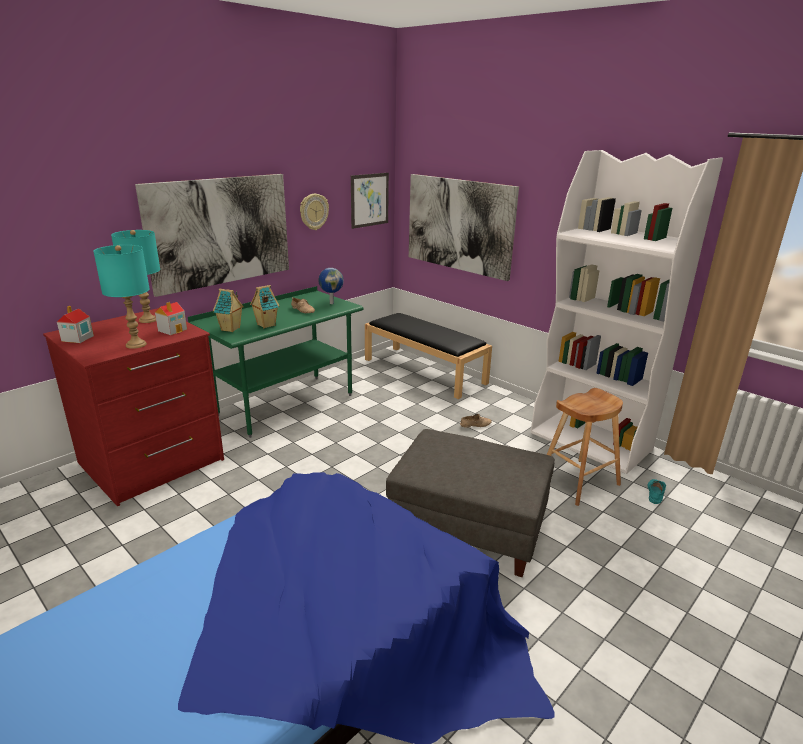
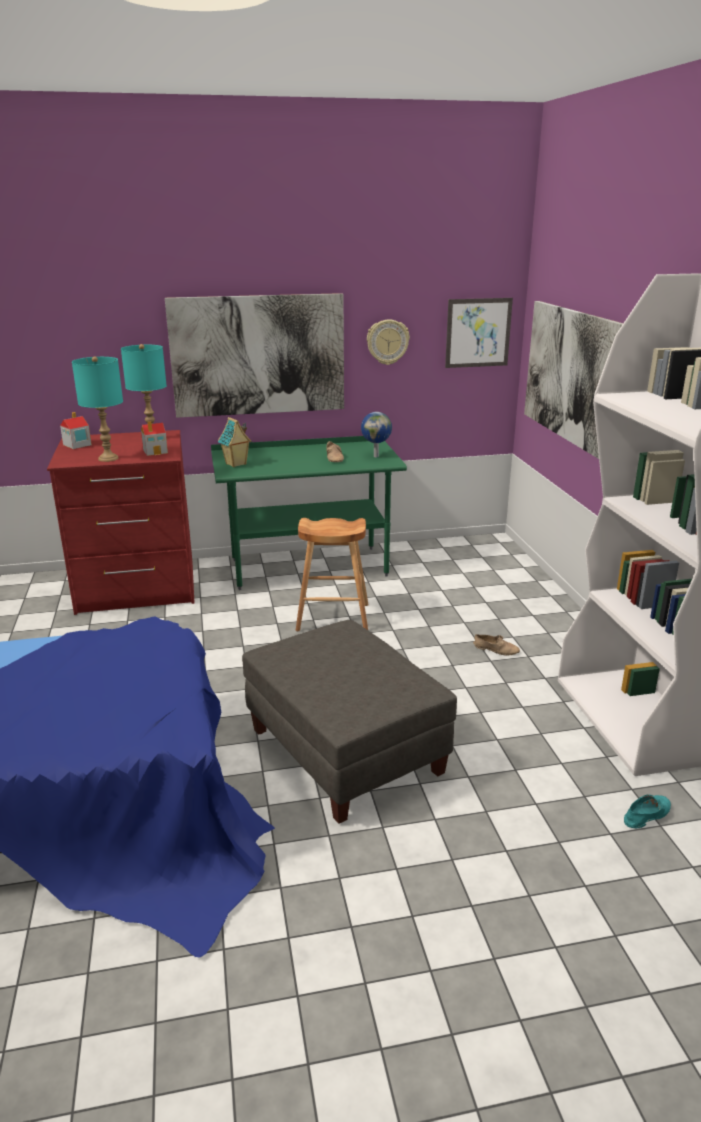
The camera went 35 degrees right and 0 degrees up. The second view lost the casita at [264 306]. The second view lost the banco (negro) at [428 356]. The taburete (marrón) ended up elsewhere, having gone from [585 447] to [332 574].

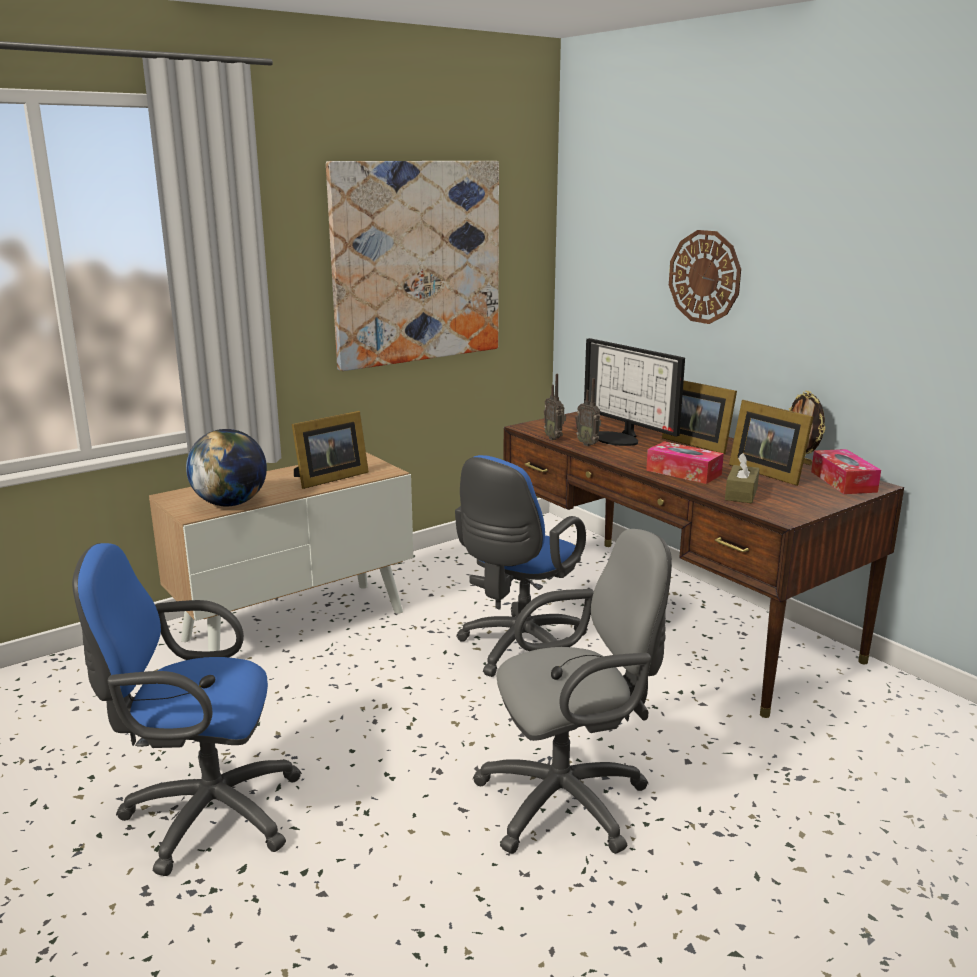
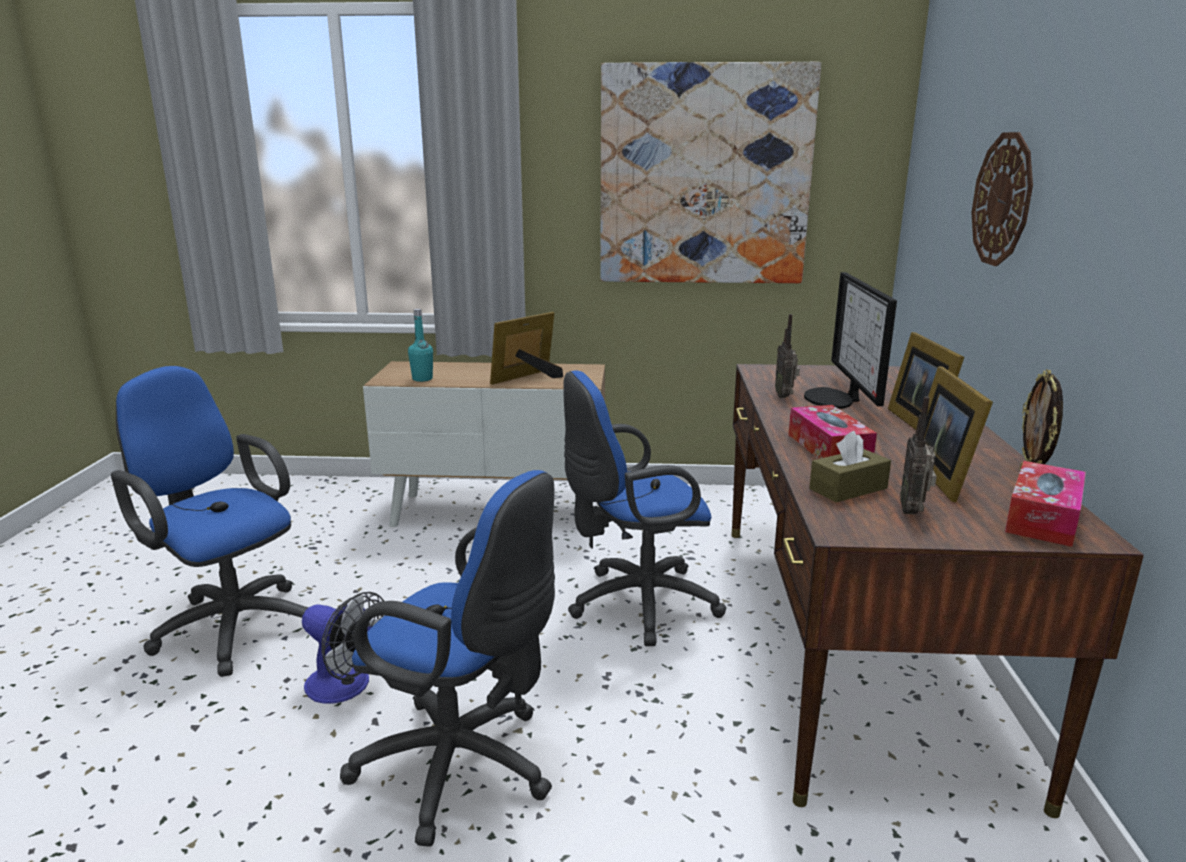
The camera went 40 degrees right and 0 degrees up. Where the globo terráqueo stood at [226 467], the botella (turquesa) came to stand at [420 345]. The portarretratos at [330 450] ended up facing another way, 135 degrees clockwise from before. What was the silla de oficina (gris) at [572 691] turned into the silla de oficina (azul) at [447 658]. The radio ended up elsewhere, having gone from [555 407] to [919 455]. The second view gained the ventilador at [343 648].

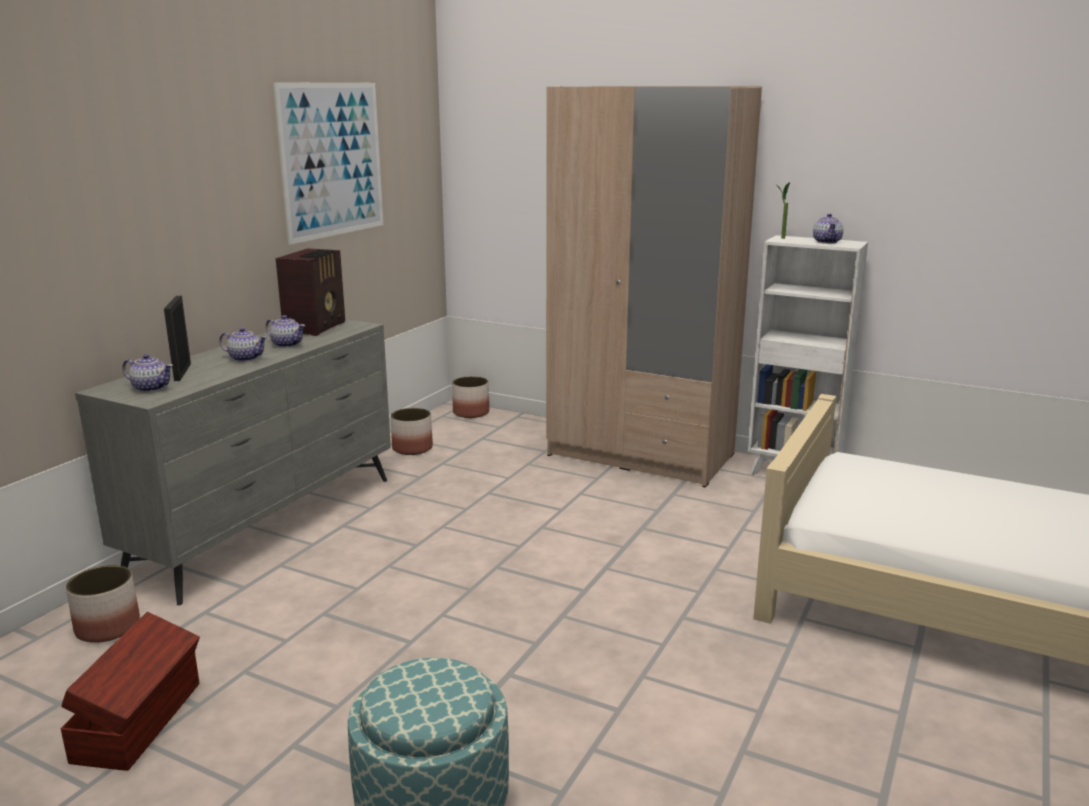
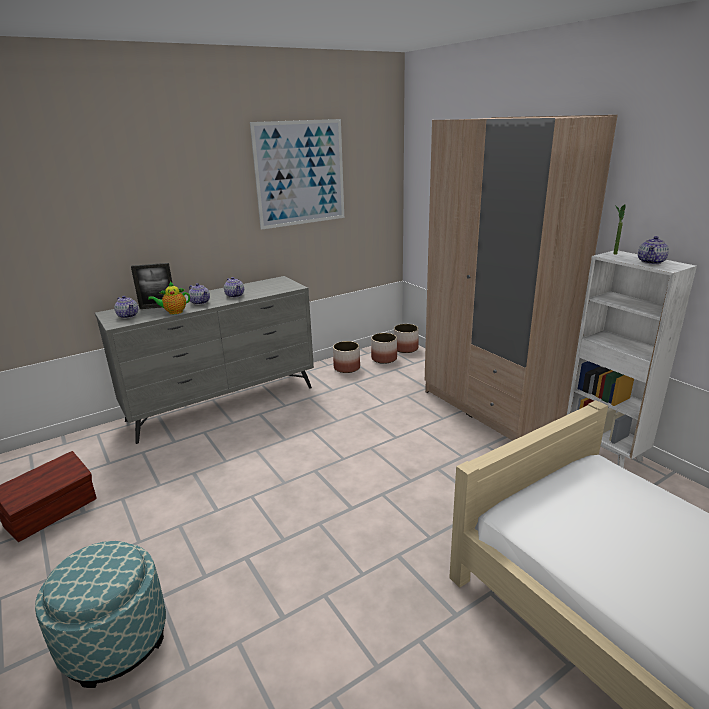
The camera went 30 degrees right and 5 degrees up. The maceta ended up elsewhere, having gone from [103 604] to [384 348]. The portarretratos at [177 338] ended up facing another way, 120 degrees counterclockwise from before. The second view lost the radio at [310 292]. The second view gained the tetera at [169 298].

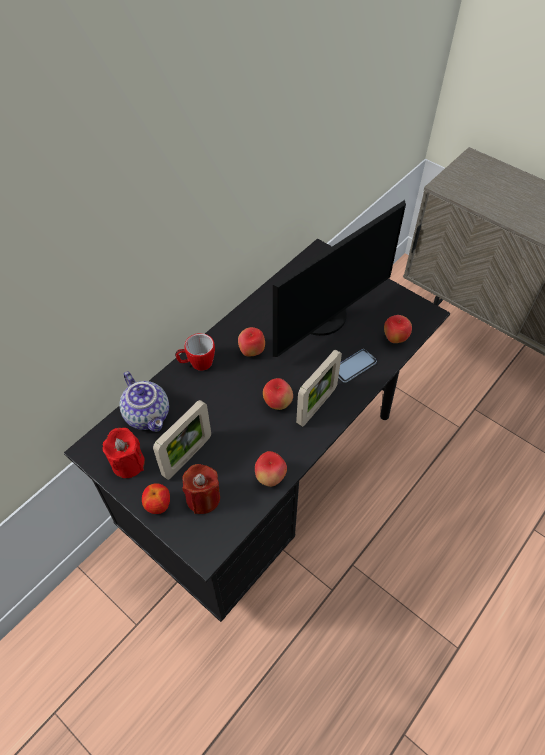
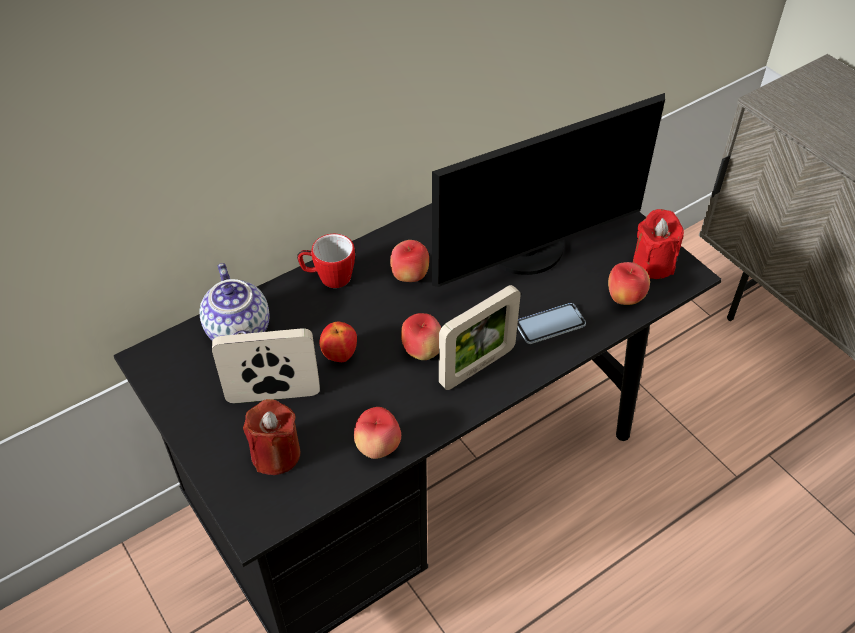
The camera went 15 degrees right and 5 degrees down. The vela (rojo) ended up elsewhere, having gone from [124 453] to [658 244]. The manzana ended up elsewhere, having gone from [156 498] to [338 342]. The portarretratos at [182 440] ended up facing another way, 150 degrees counterclockwise from before.

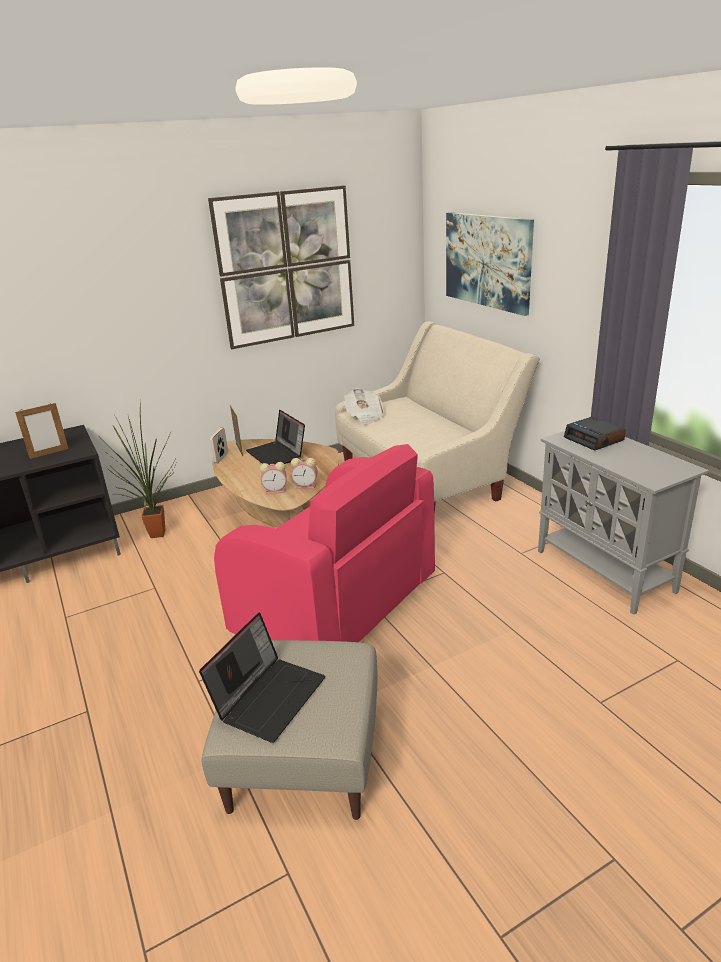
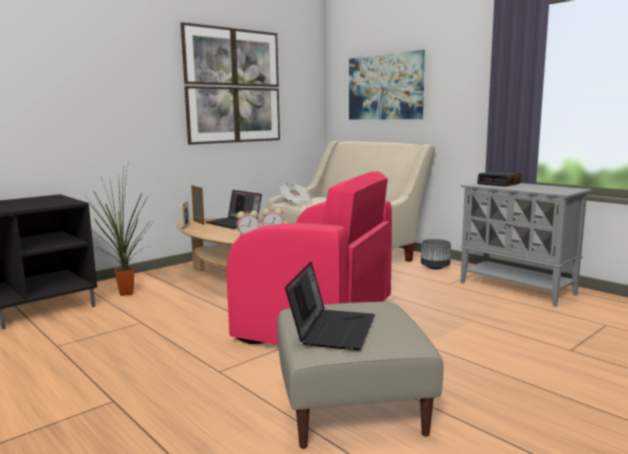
The camera went 15 degrees left and 15 degrees down. The second view lost the portarretratos at [42 430]. The second view gained the maceta (gris) at [436 254].

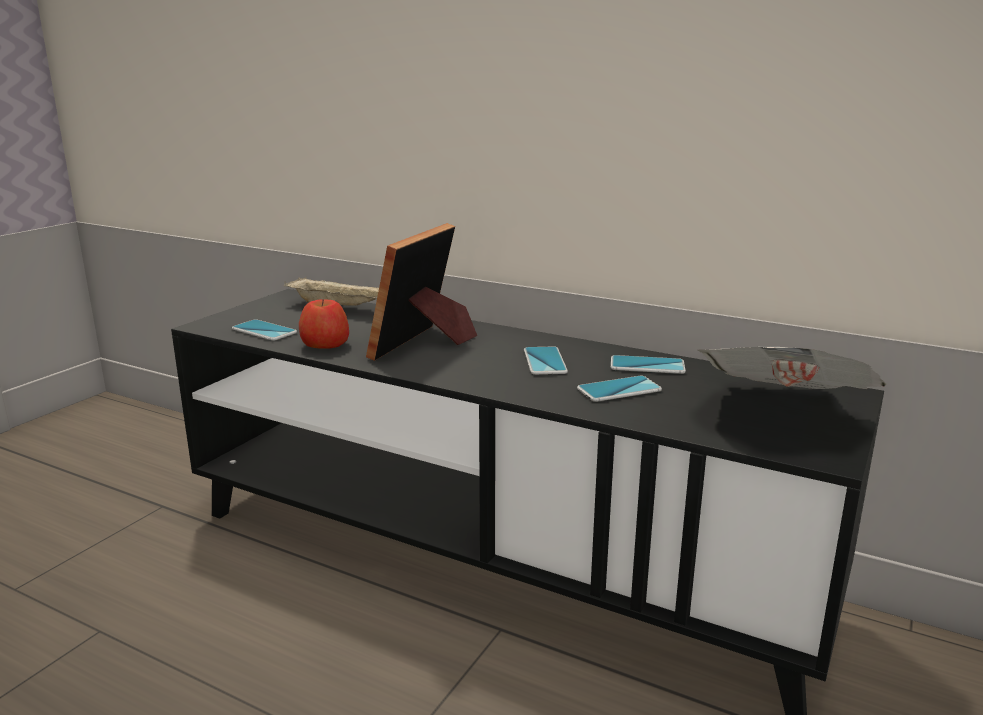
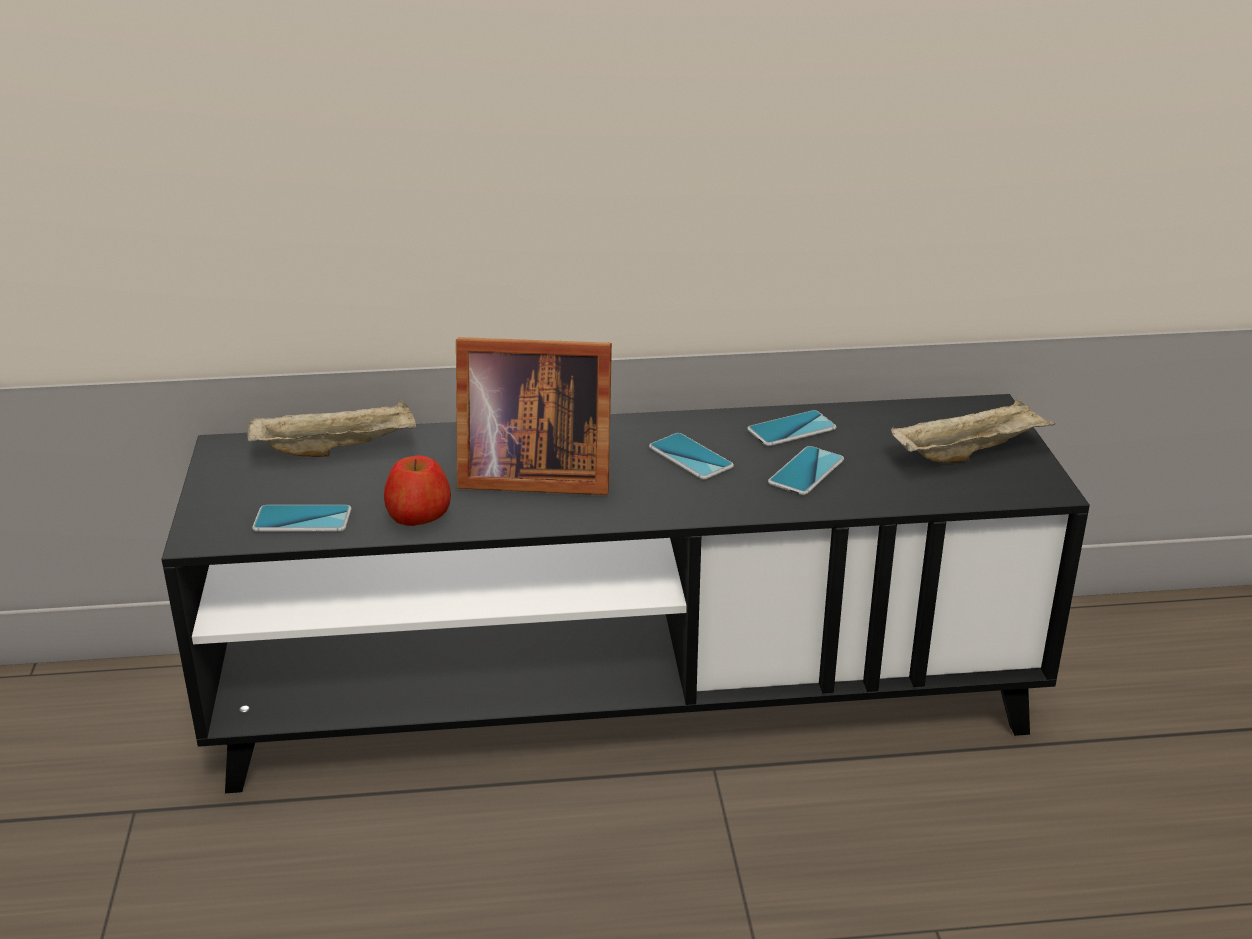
The camera went 35 degrees left and 10 degrees up. The portarretratos at [421 292] ended up facing another way, 75 degrees counterclockwise from before. Where the periódico stood at [791 368], the bandeja (beis) came to stand at [973 430].

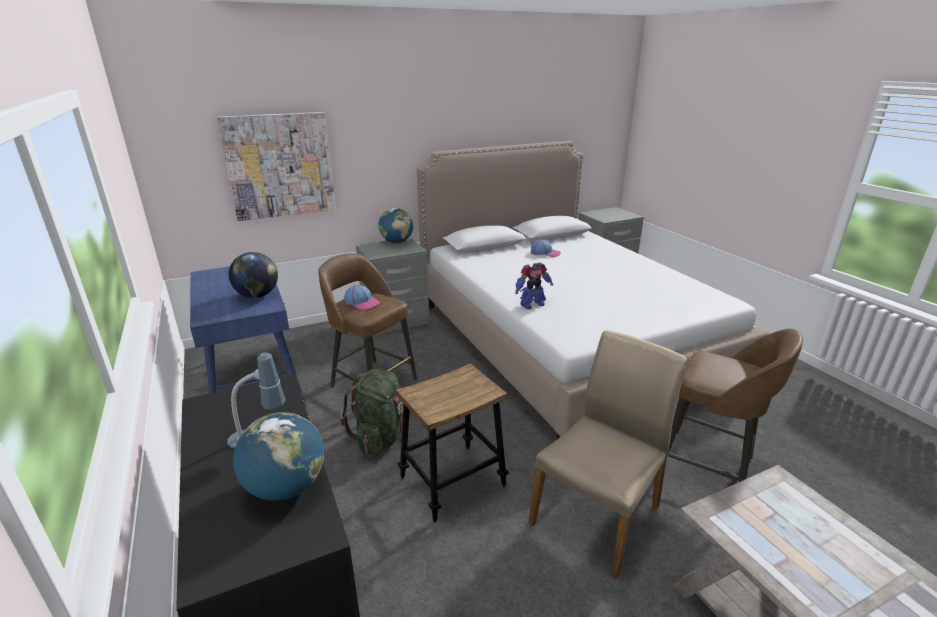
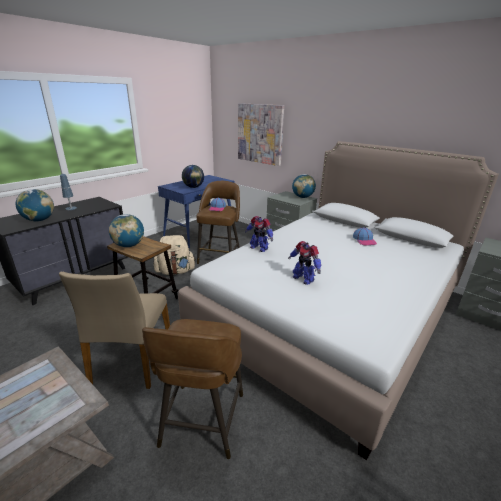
The camera went 65 degrees right and 0 degrees up. What was the mochila (verde) at [372 411] turned into the mochila (beis) at [174 255]. The silla (beis) at [608 454] ended up facing another way, 75 degrees clockwise from before. The second view gained the globo terráqueo at [126 230]. The second view gained the robot de juguete at [305 263].

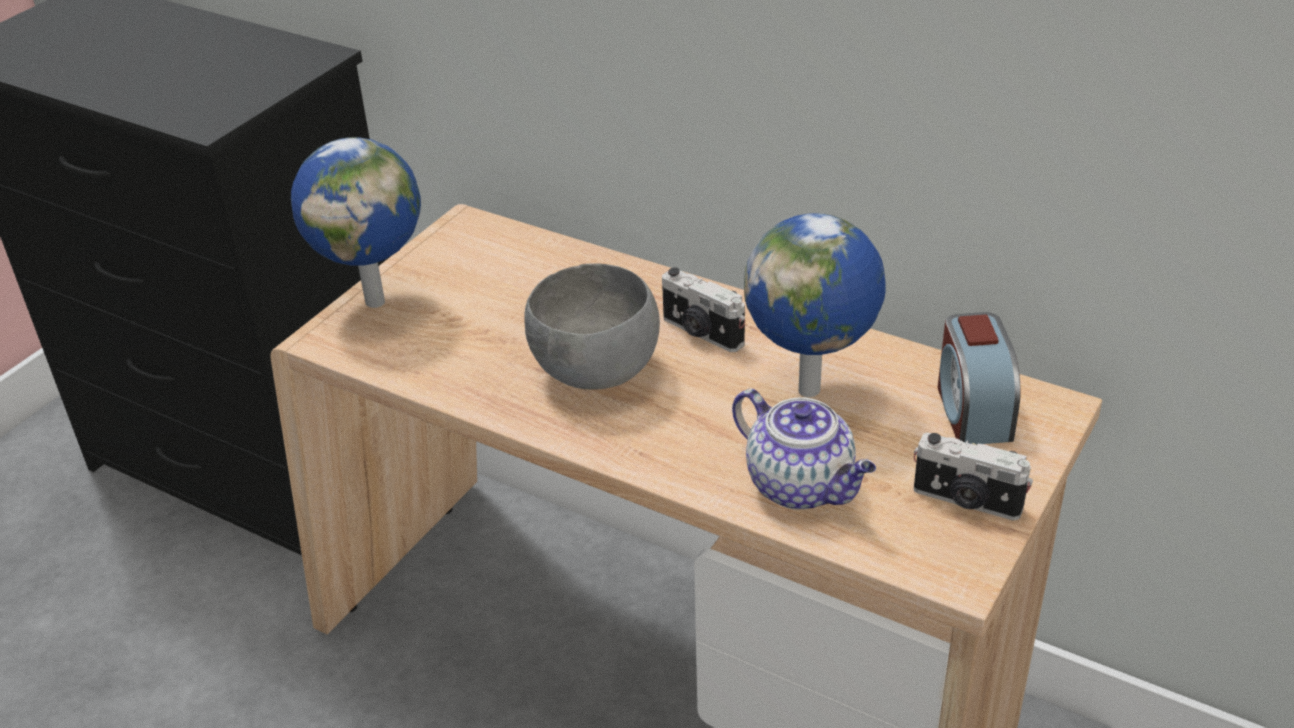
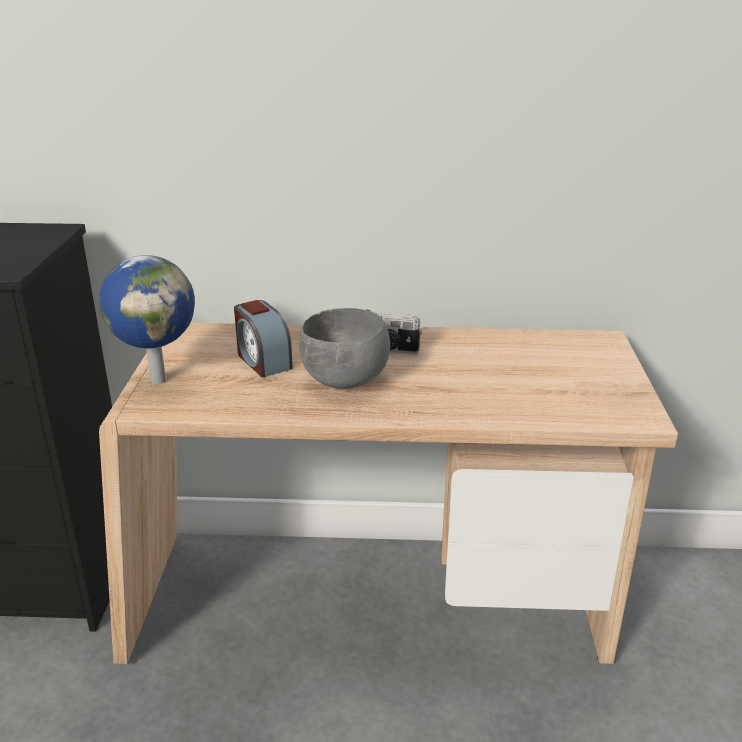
The camera went 30 degrees left and 10 degrees down. The second view lost the tetera at [804 449]. The second view lost the globo terráqueo at [815 305]. The second view lost the cámara at [973 477]. The despertador ended up elsewhere, having gone from [979 378] to [263 339].

